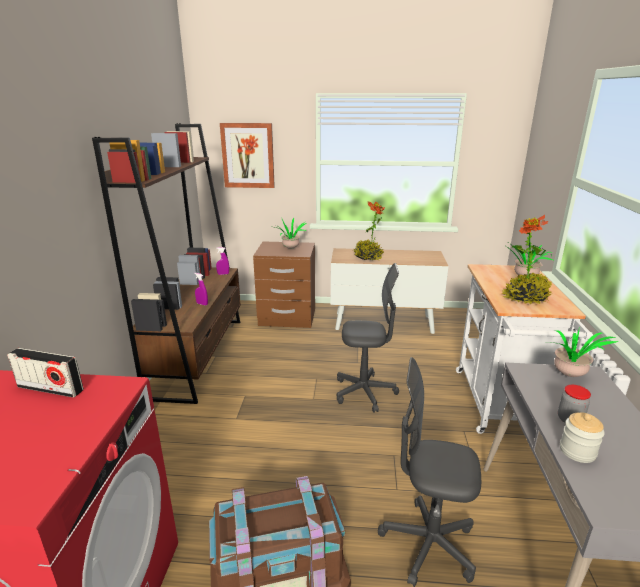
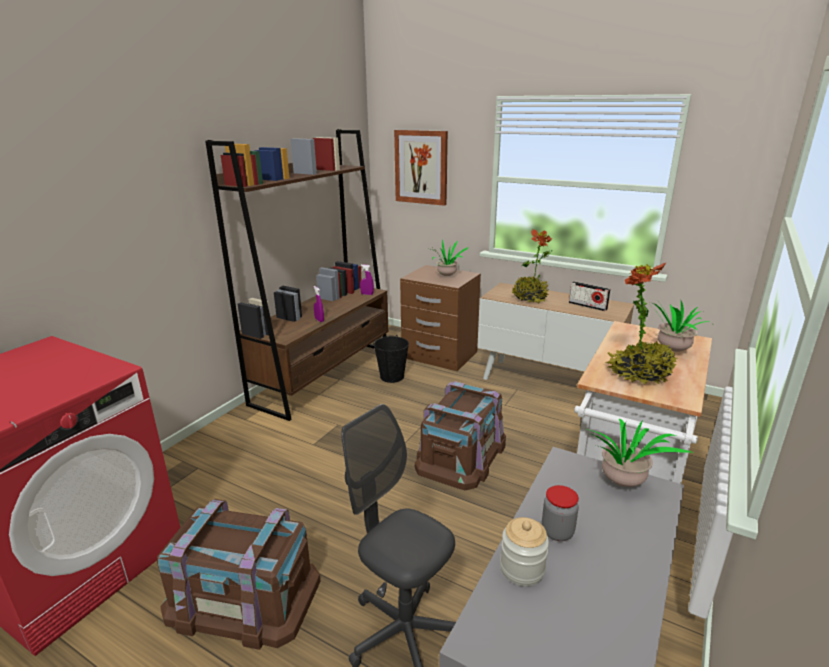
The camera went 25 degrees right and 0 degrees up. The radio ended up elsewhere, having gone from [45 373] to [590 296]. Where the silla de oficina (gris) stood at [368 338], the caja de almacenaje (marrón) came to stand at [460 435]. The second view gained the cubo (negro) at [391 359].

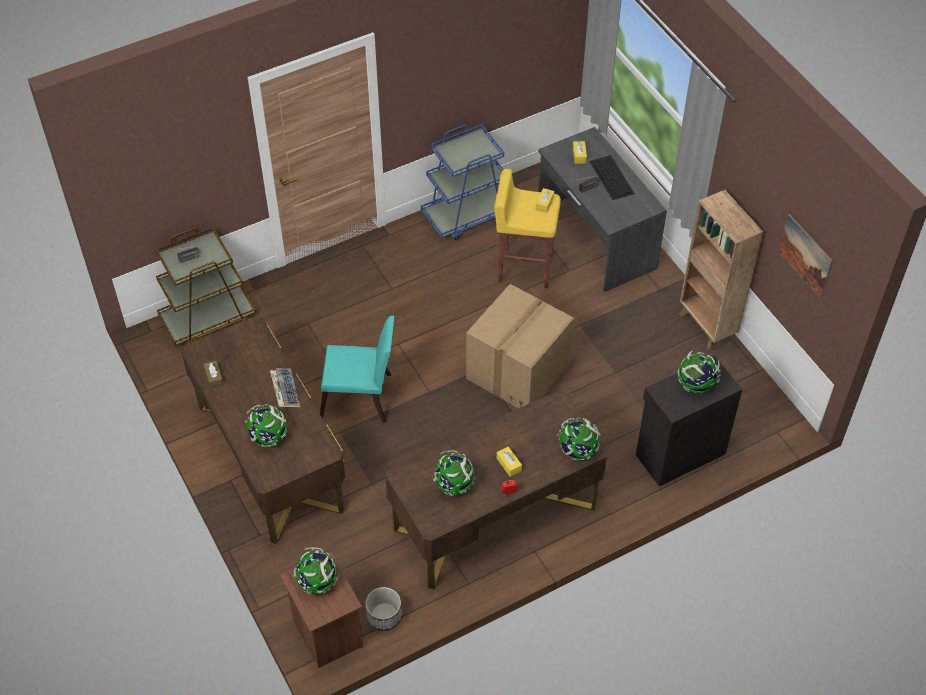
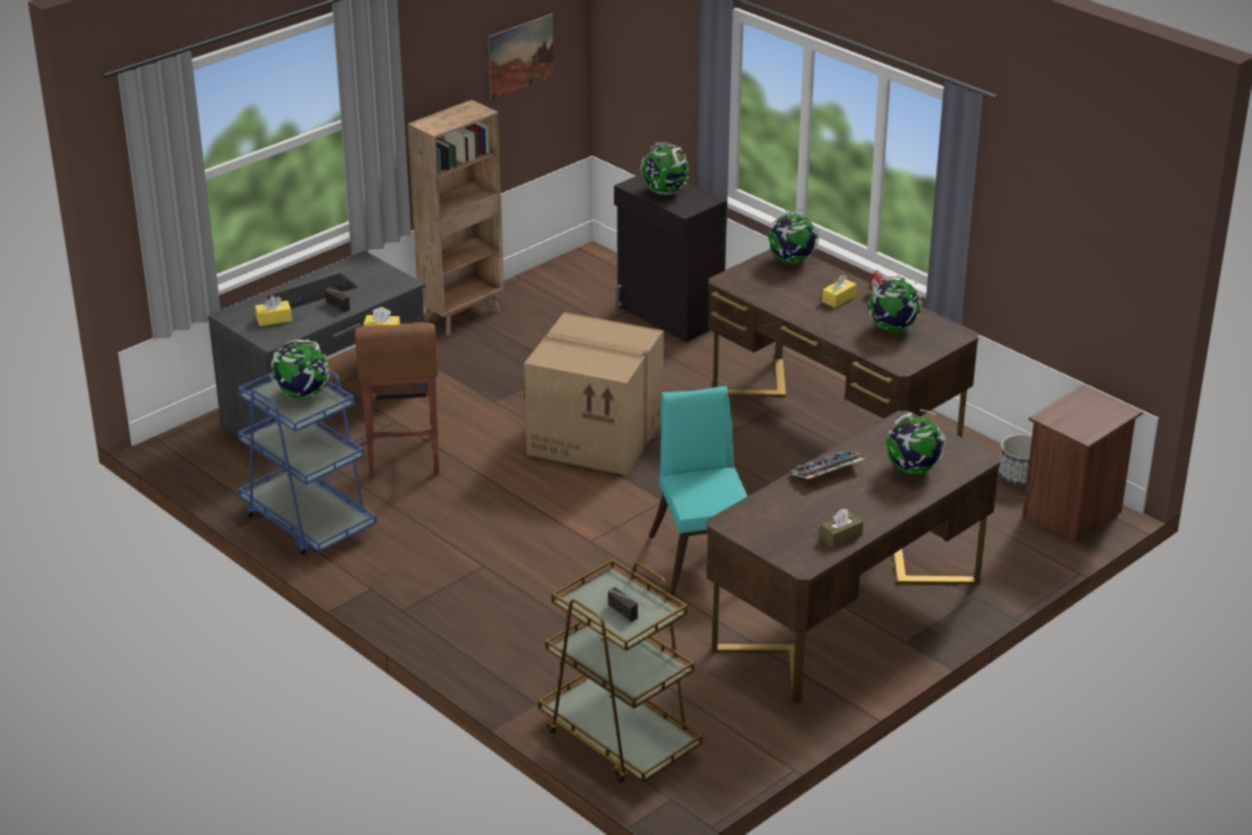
The camera went 105 degrees left and 20 degrees down. The globo terráqueo ended up elsewhere, having gone from [315 571] to [299 369]. What was the taburete (amarillo) at [527 229] turned into the taburete (marrón) at [397 400].

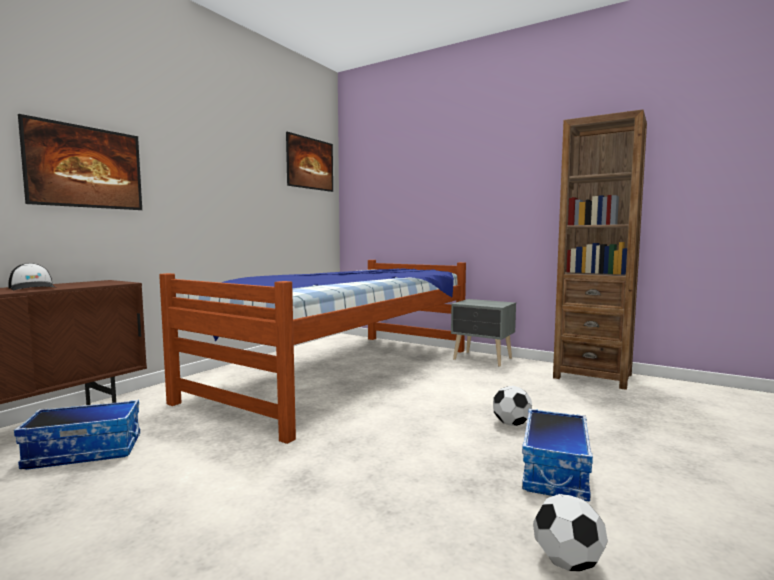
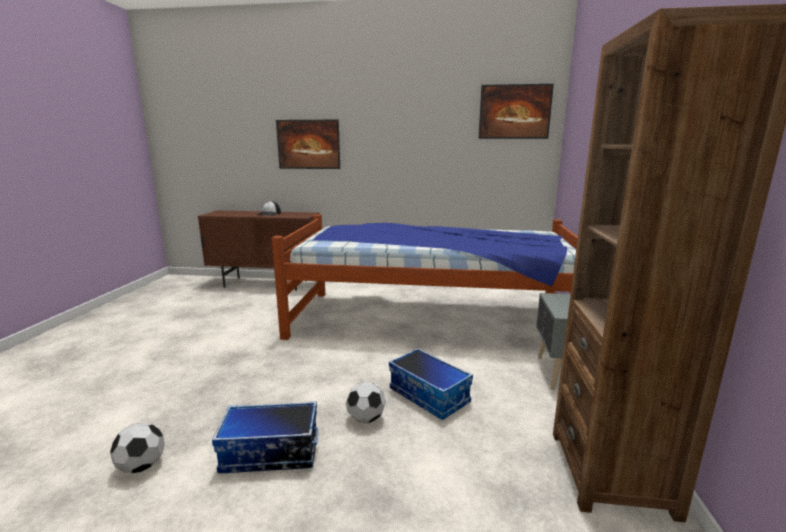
The camera went 65 degrees right and 10 degrees up. The caja de almacenaje ended up elsewhere, having gone from [77 435] to [431 384].

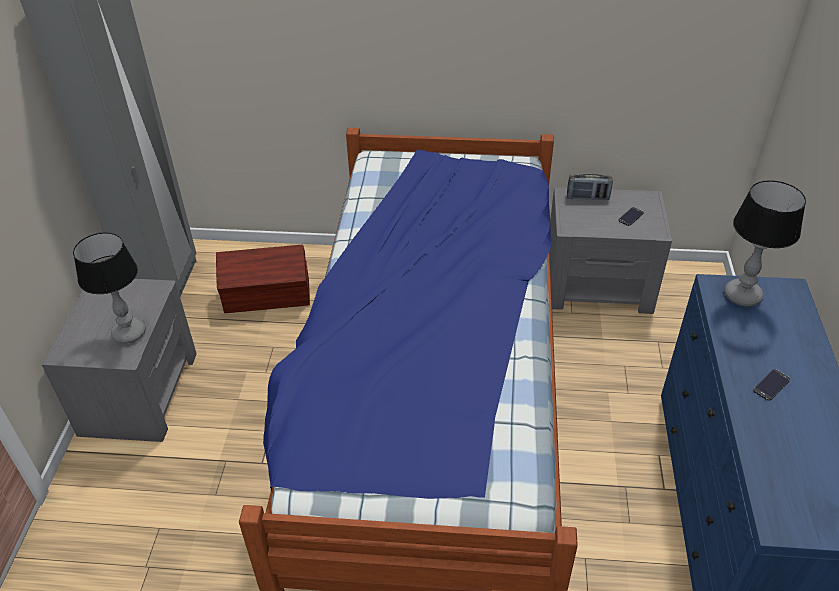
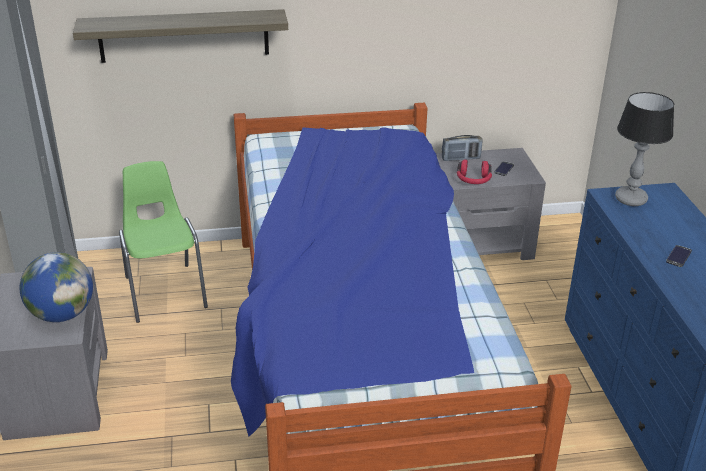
The camera went 15 degrees left and 10 degrees down. Where the lámpara de mesa stood at [109 288], the globo terráqueo came to stand at [56 287]. Where the caja de almacenaje (marrón) stood at [263 279], the silla (verde) came to stand at [163 242]. The second view gained the estante at [180 36]. The second view gained the auriculares (rojo) at [474 171].

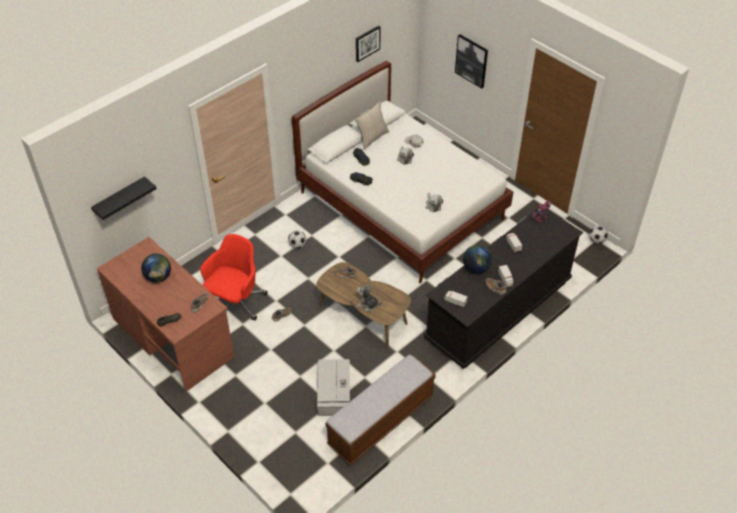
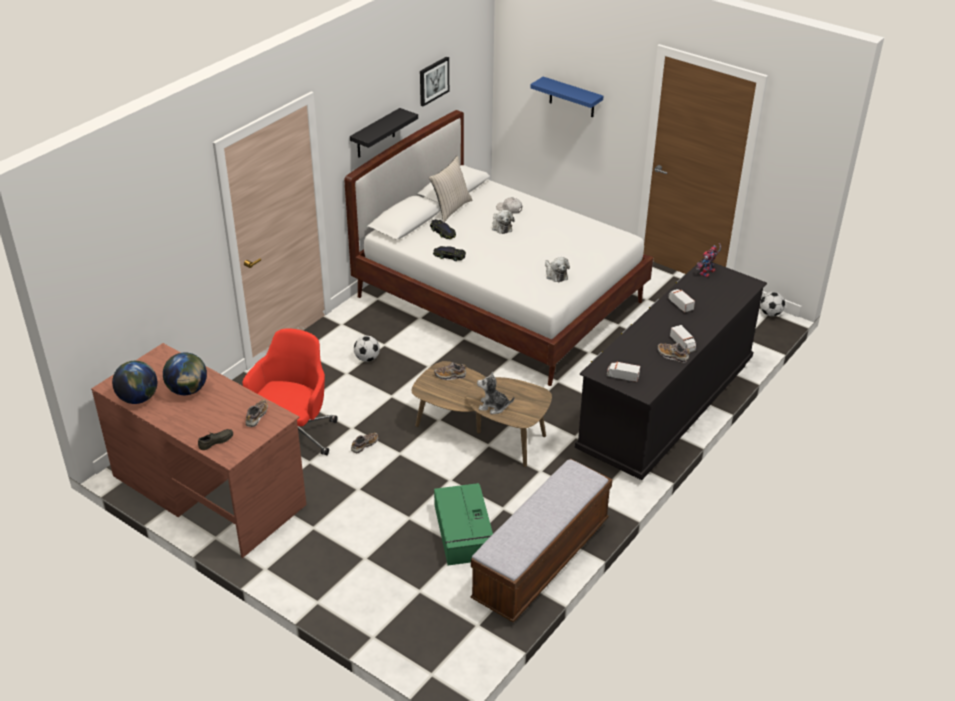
The camera went 10 degrees left and 10 degrees down. The estante (negro) ended up elsewhere, having gone from [123 198] to [384 133]. What was the caja de almacenaje (gris) at [333 387] turned into the caja de almacenaje (verde) at [463 524]. Where the cuadro hung at [471 62], the estante (azul) came to hang at [566 97]. The globo terráqueo ended up elsewhere, having gone from [477 259] to [134 382].

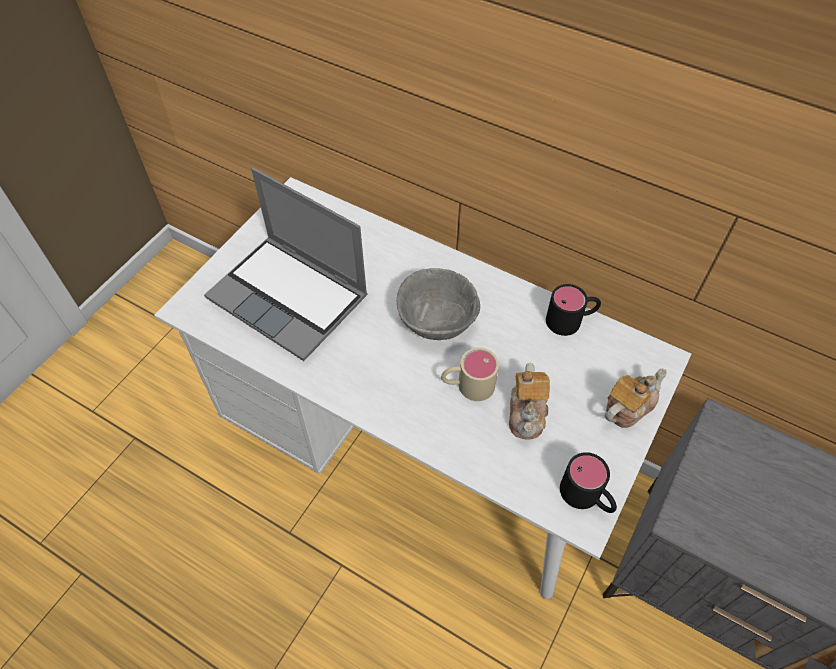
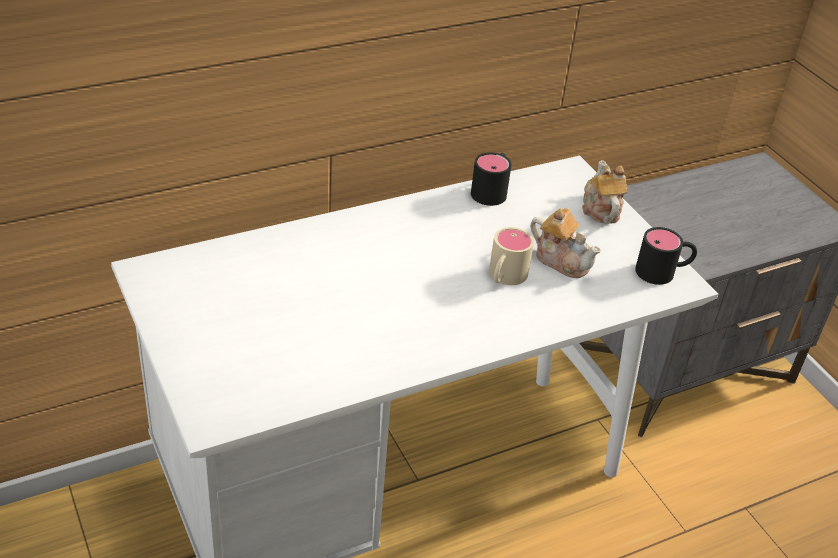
The camera went 60 degrees left and 15 degrees down. The second view lost the portátil at [286 264]. The second view lost the cuenco (gris) at [438 304].

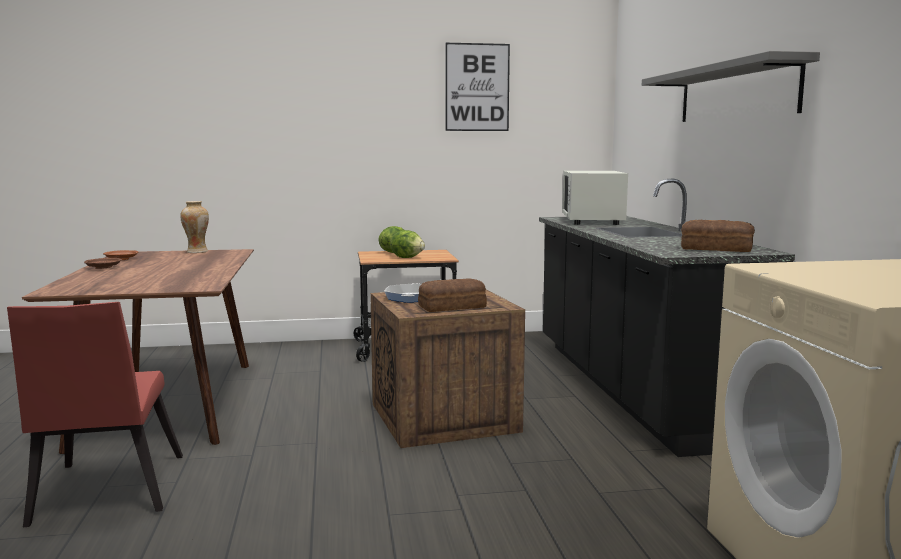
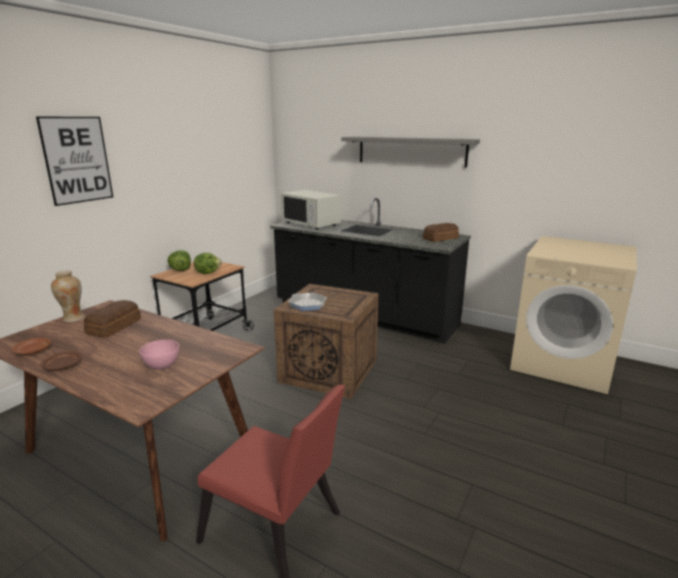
The camera went 50 degrees left and 10 degrees up. The pan ended up elsewhere, having gone from [452 295] to [112 319]. The cuadro ended up elsewhere, having gone from [477 87] to [74 161]. The second view gained the cuenco (rosa) at [159 354].

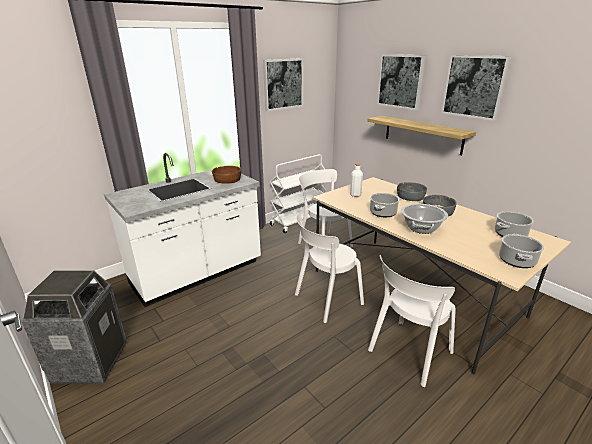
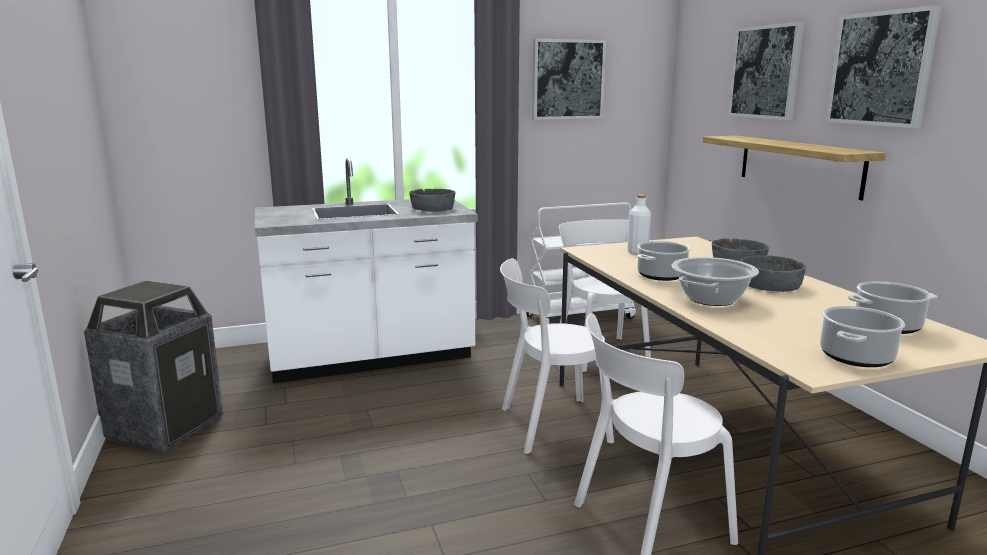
The camera went 20 degrees right and 10 degrees down. What was the cuenco (marrón) at [226 175] turned into the cuenco (gris) at [432 200].

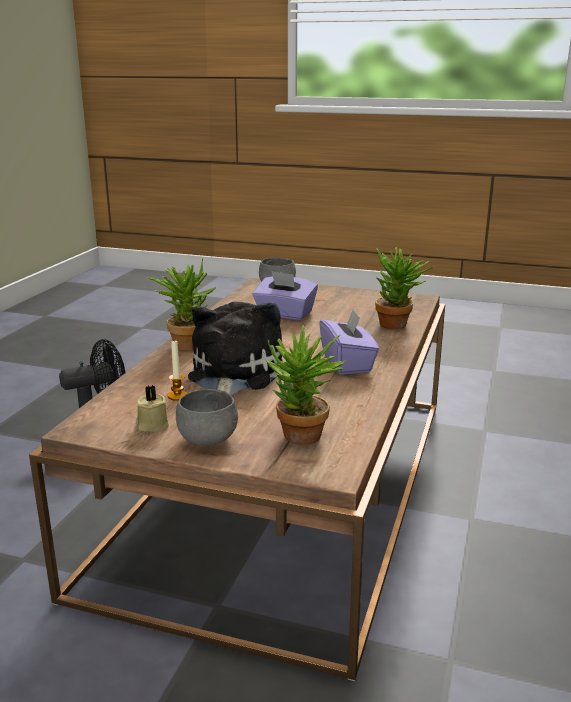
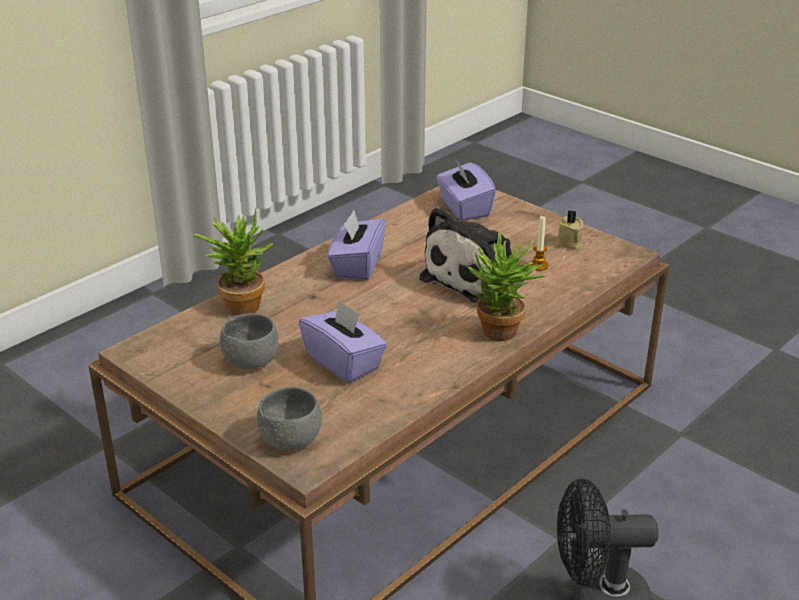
The camera went 155 degrees left and 10 degrees up. The cuenco (gris) ended up elsewhere, having gone from [207 417] to [249 341]. Where the planta en maceta stood at [306 385], the caja de pañuelos (morado) came to stand at [466 190].

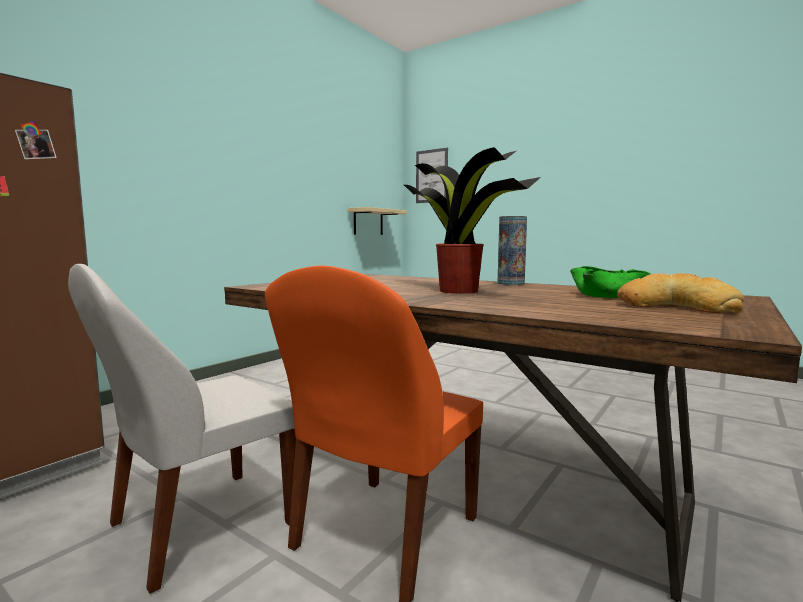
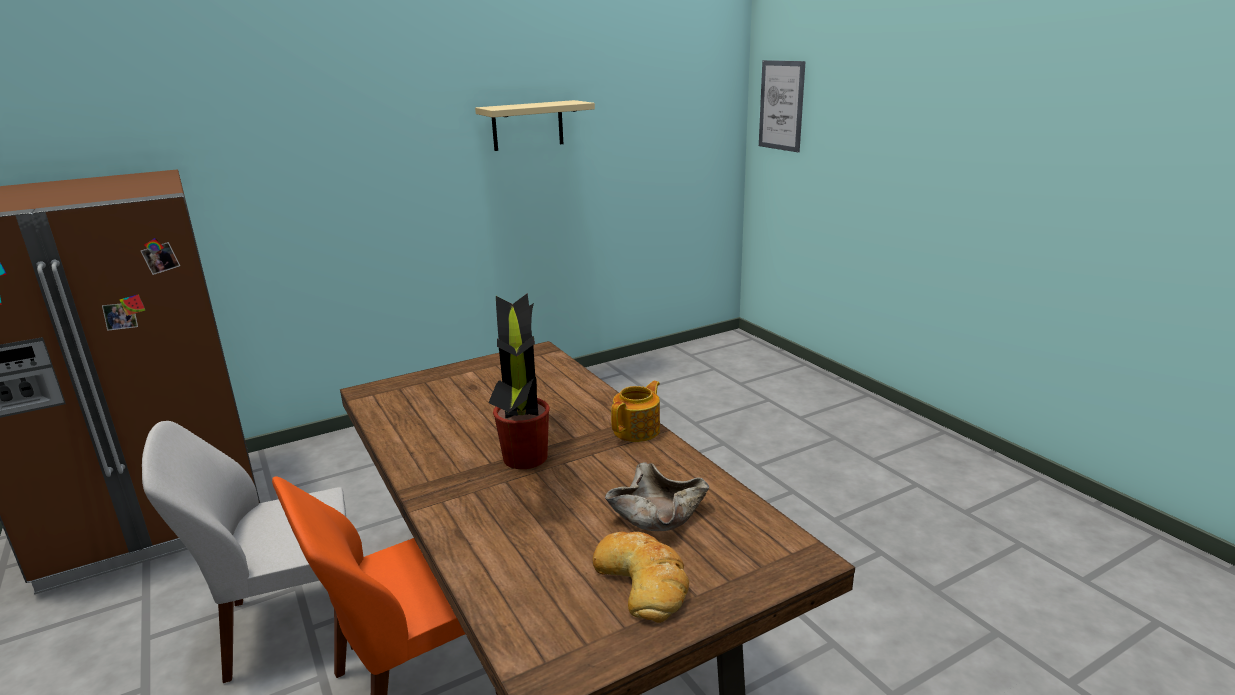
The camera went 25 degrees right and 15 degrees up. The estante (beis) ended up elsewhere, having gone from [377 221] to [535 125]. Where the florero stood at [512 250], the tetera came to stand at [635 411]. What was the cuenco (verde) at [610 282] turned into the cuenco (beis) at [657 496].

